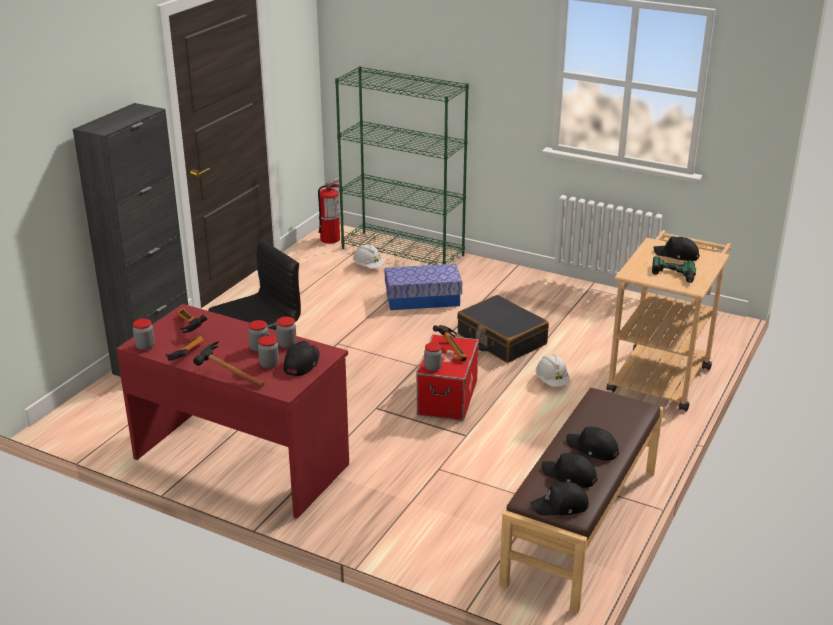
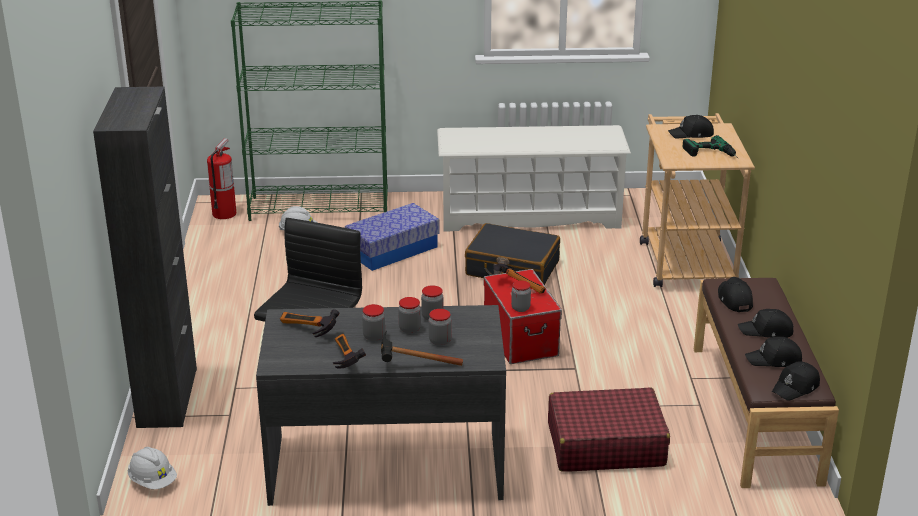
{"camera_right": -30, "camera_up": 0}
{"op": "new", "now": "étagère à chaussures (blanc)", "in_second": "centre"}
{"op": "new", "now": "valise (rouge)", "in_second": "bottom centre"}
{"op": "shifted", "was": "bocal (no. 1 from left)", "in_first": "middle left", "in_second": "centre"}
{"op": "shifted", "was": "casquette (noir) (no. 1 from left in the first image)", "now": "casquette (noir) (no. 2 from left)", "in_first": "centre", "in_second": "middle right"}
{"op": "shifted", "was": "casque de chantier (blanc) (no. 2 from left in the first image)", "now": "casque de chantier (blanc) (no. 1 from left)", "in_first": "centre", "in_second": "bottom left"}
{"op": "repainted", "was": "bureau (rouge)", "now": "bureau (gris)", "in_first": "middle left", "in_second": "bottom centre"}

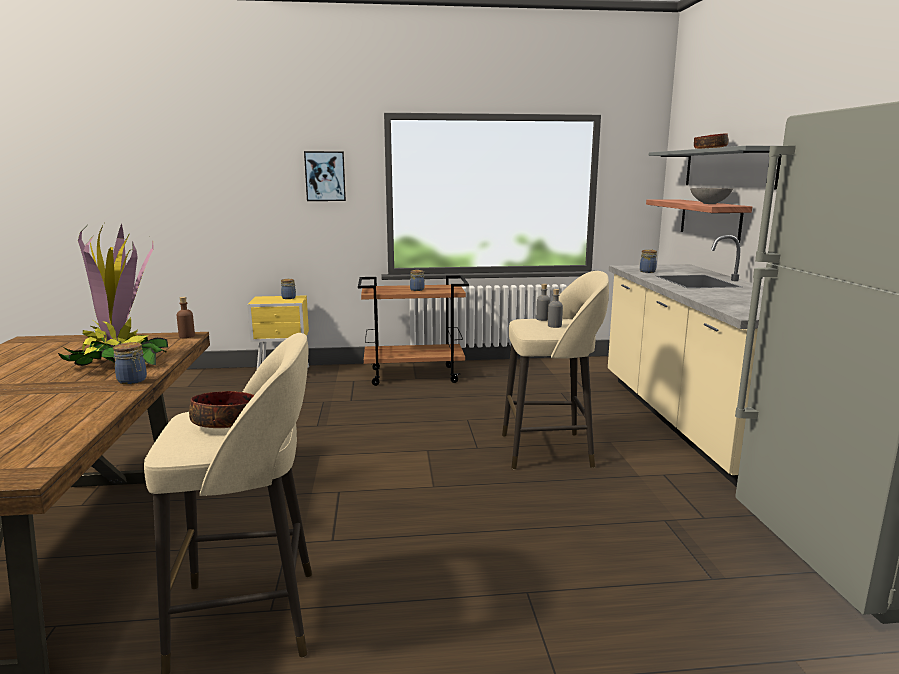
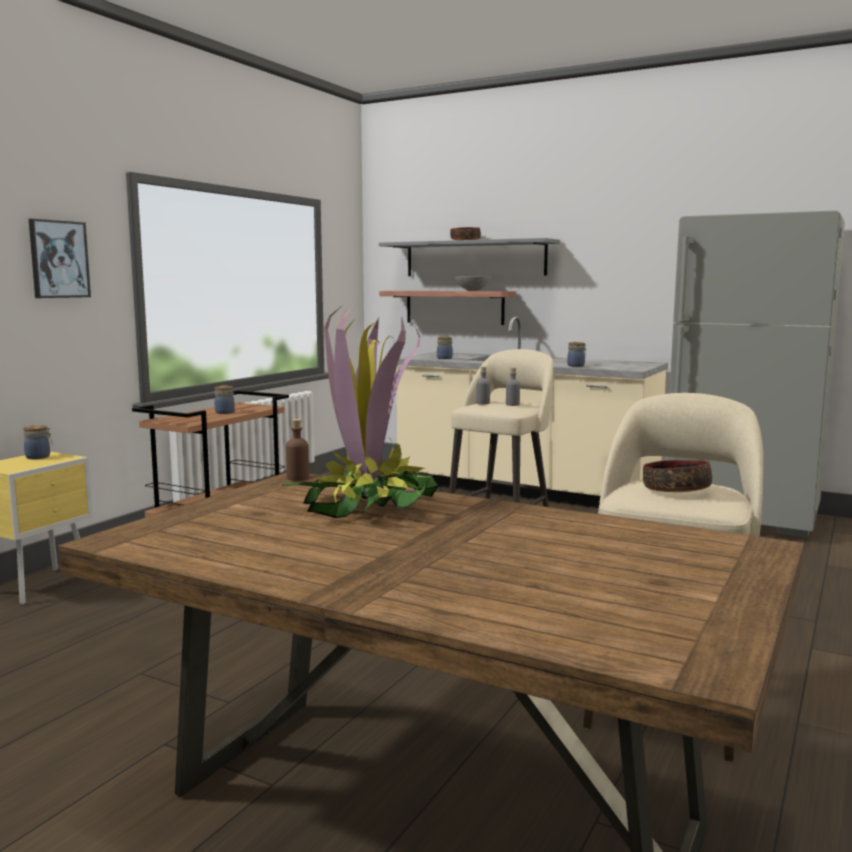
{"camera_right": -55, "camera_up": -5}
{"op": "shifted", "was": "bocal (no. 1 from left in the first image)", "now": "bocal (no. 4 from left)", "in_first": "middle left", "in_second": "middle right"}

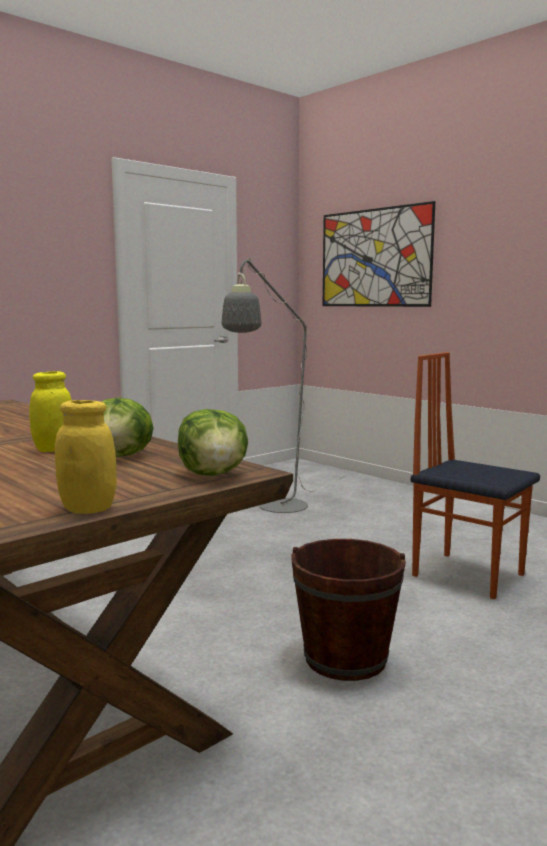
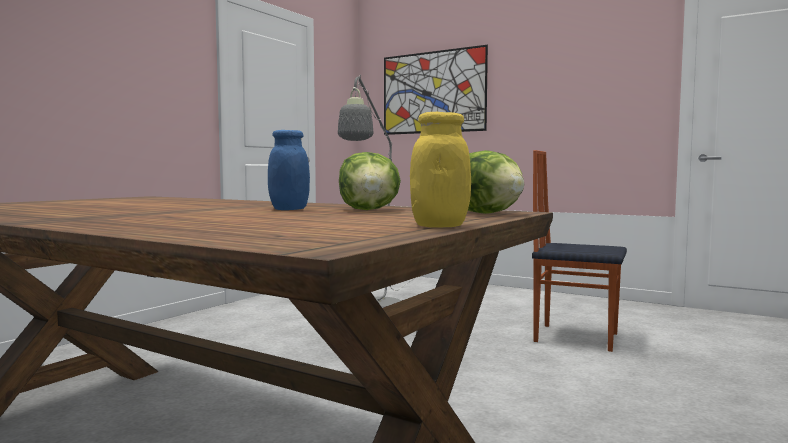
{"camera_right": -15, "camera_up": -5}
{"op": "gone", "was": "seau (marron)", "in_first": "bottom centre"}
{"op": "repainted", "was": "bocal (jaune) (no. 1 from left)", "now": "bocal (bleu)", "in_first": "middle left", "in_second": "centre"}

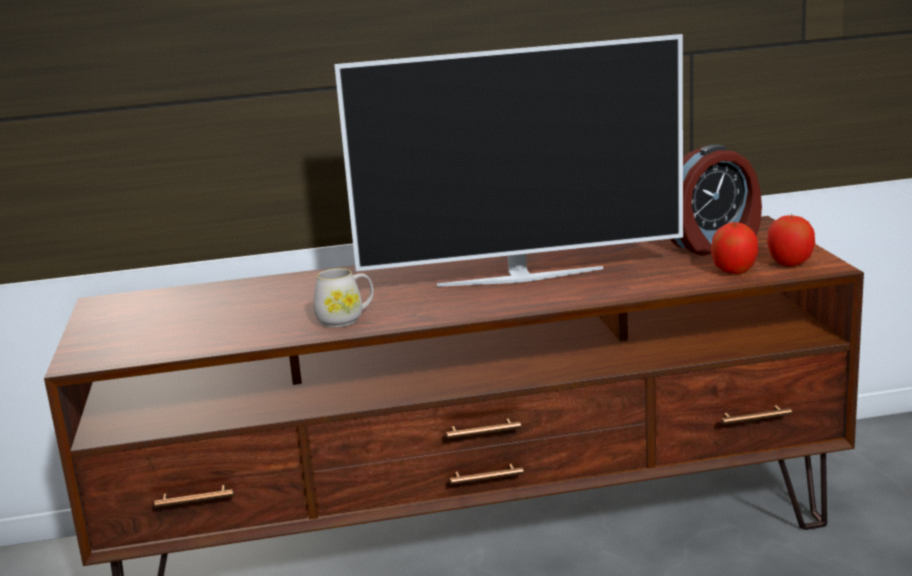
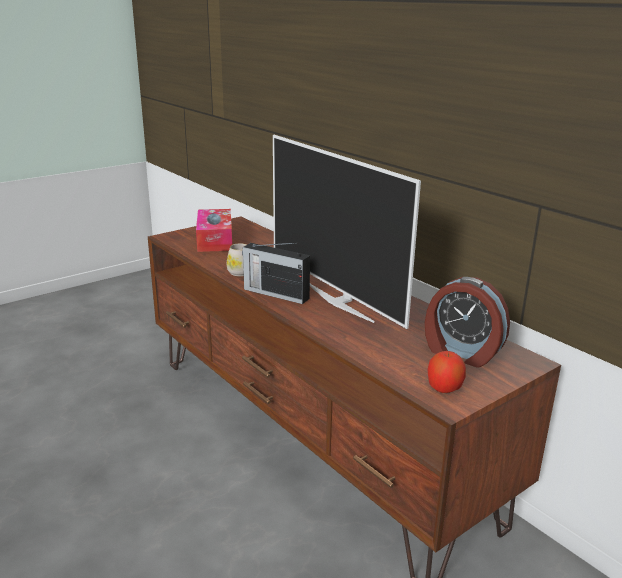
{"camera_right": 60, "camera_up": 5}
{"op": "gone", "was": "pomme (no. 1 from left)", "in_first": "middle right"}
{"op": "new", "now": "boîte à mouchoirs", "in_second": "centre"}
{"op": "new", "now": "radio", "in_second": "centre"}

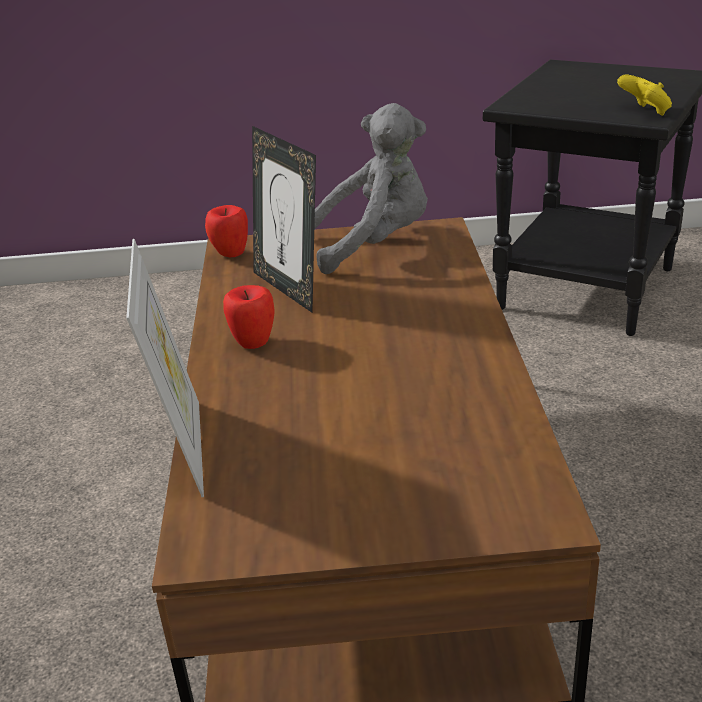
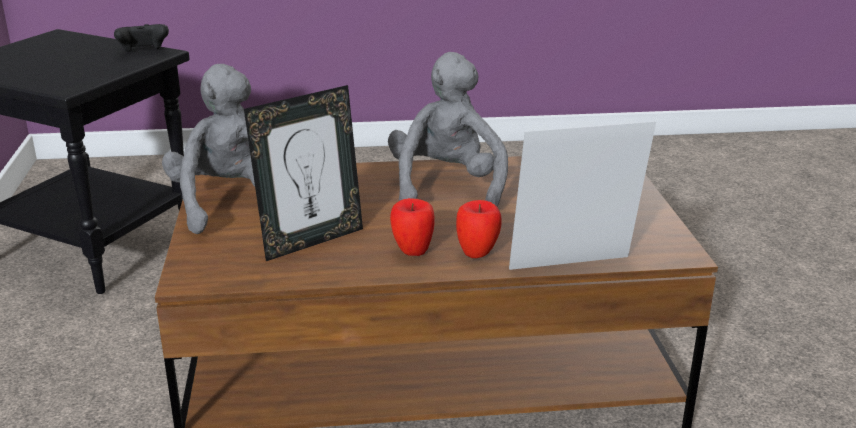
{"camera_right": -95, "camera_up": -5}
{"op": "new", "now": "peluche (gris) (no. 2 from left)", "in_second": "top centre"}
{"op": "shifted", "was": "pomme (no. 1 from left in the first image)", "now": "pomme (no. 2 from left)", "in_first": "top left", "in_second": "centre"}
{"op": "repainted", "was": "manette (jaune)", "now": "manette (noir)", "in_first": "top right", "in_second": "top left"}

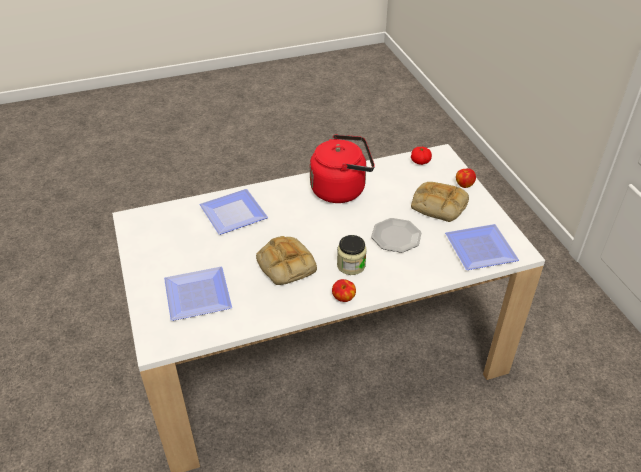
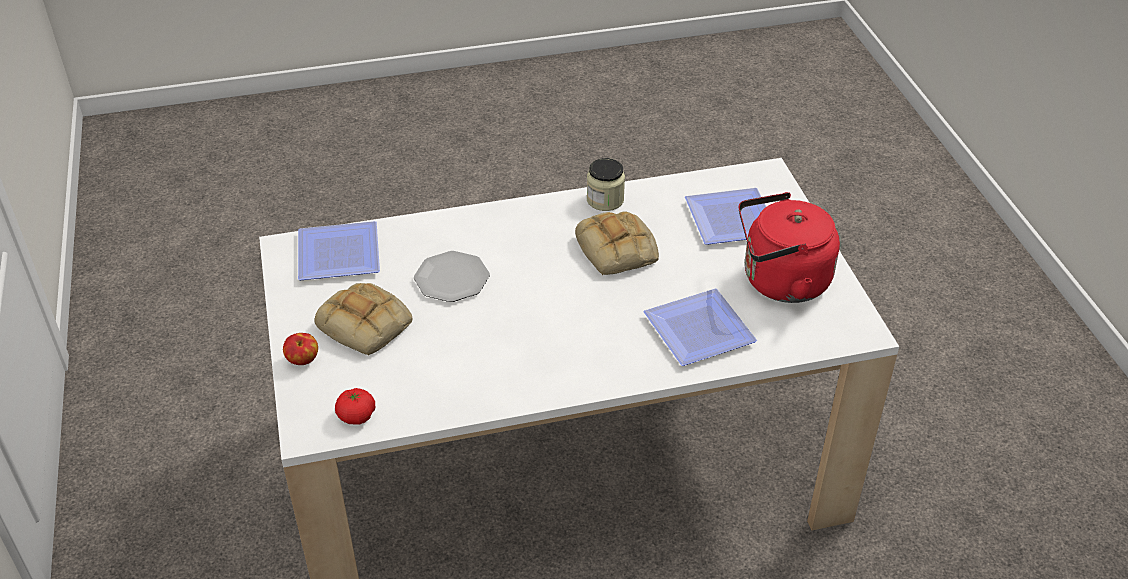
{"camera_right": -175, "camera_up": 0}
{"op": "gone", "was": "pomme (no. 1 from left)", "in_first": "centre"}
{"op": "shifted", "was": "bouilloire (rouge)", "in_first": "centre", "in_second": "middle right"}
{"op": "shifted", "was": "bocal", "in_first": "centre", "in_second": "top centre"}

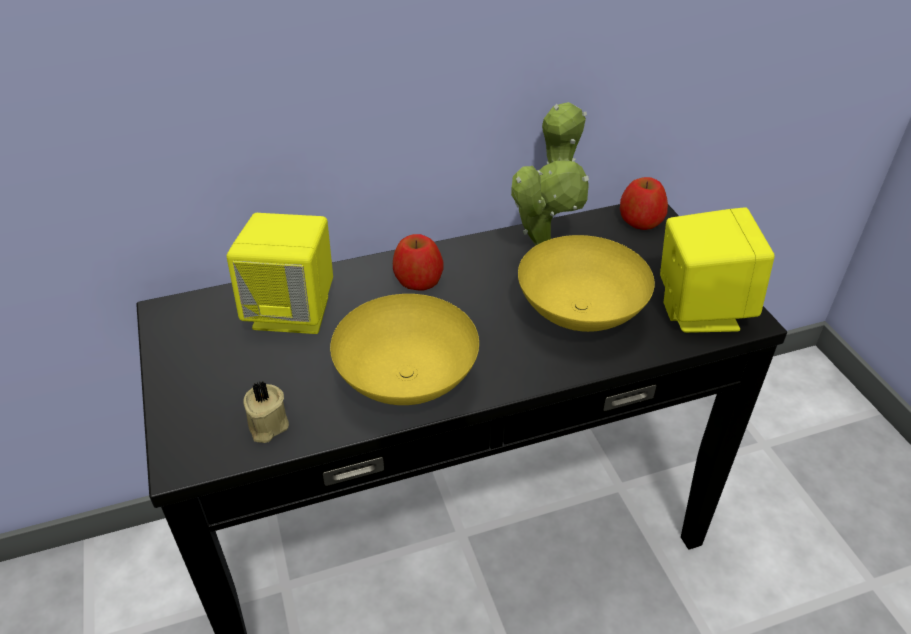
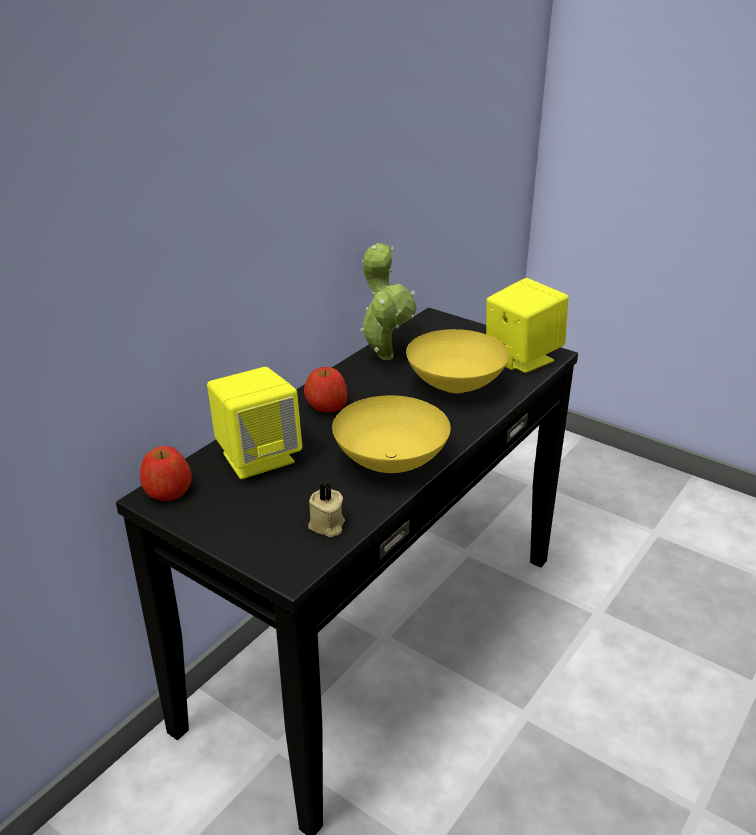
{"camera_right": -35, "camera_up": -10}
{"op": "shifted", "was": "pomme (no. 2 from left in the first image)", "now": "pomme (no. 1 from left)", "in_first": "top right", "in_second": "middle left"}

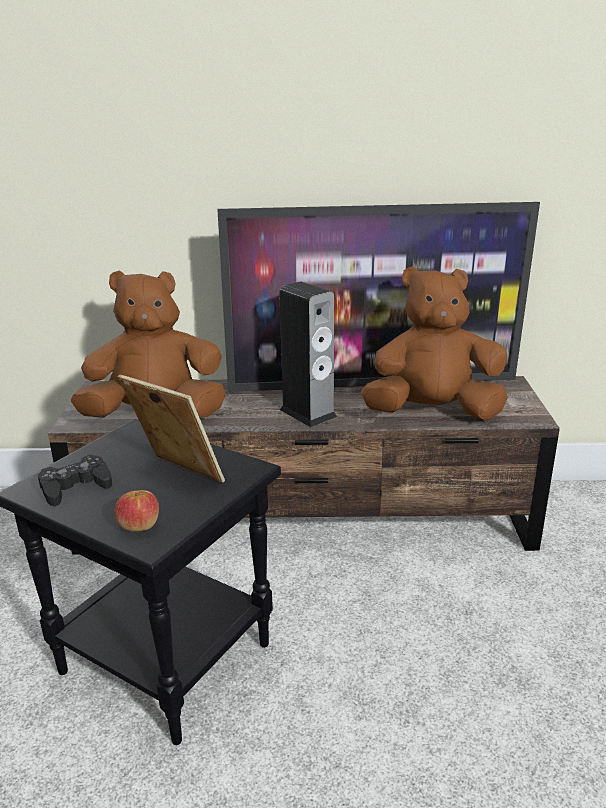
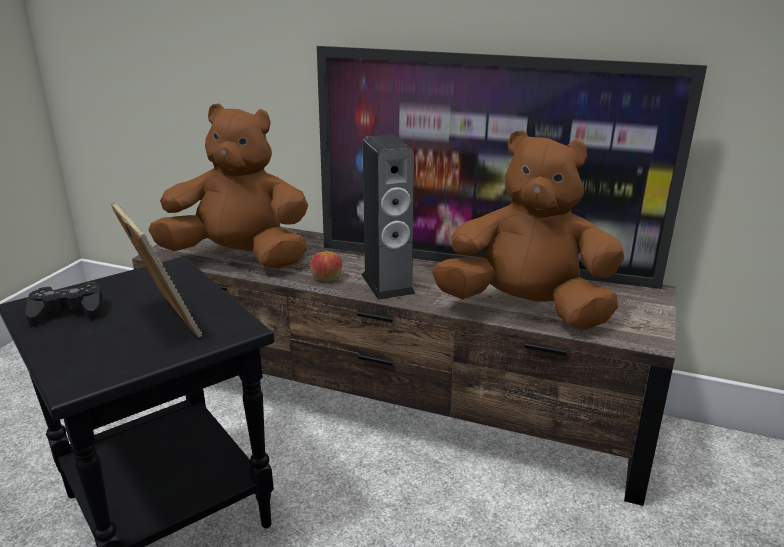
{"camera_right": 20, "camera_up": 0}
{"op": "shifted", "was": "pomme", "in_first": "middle left", "in_second": "centre"}

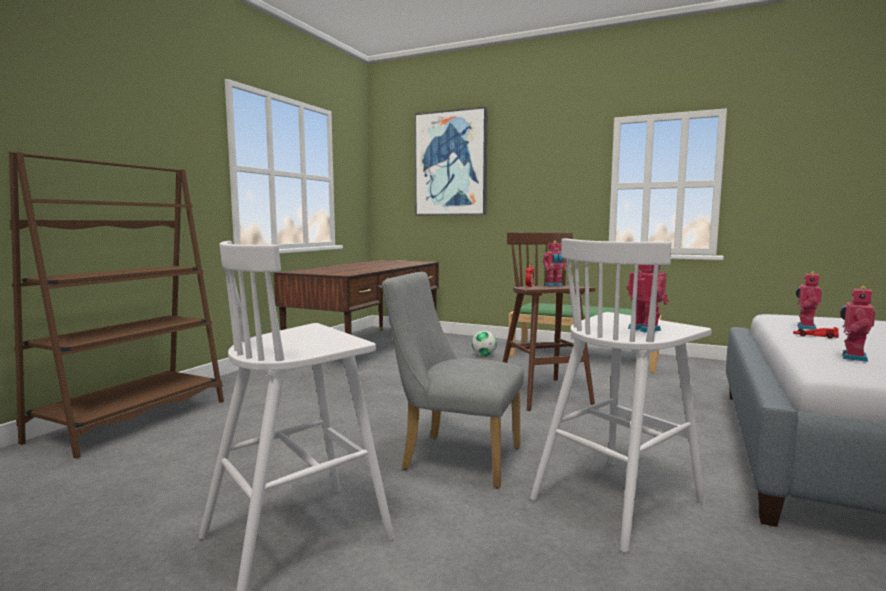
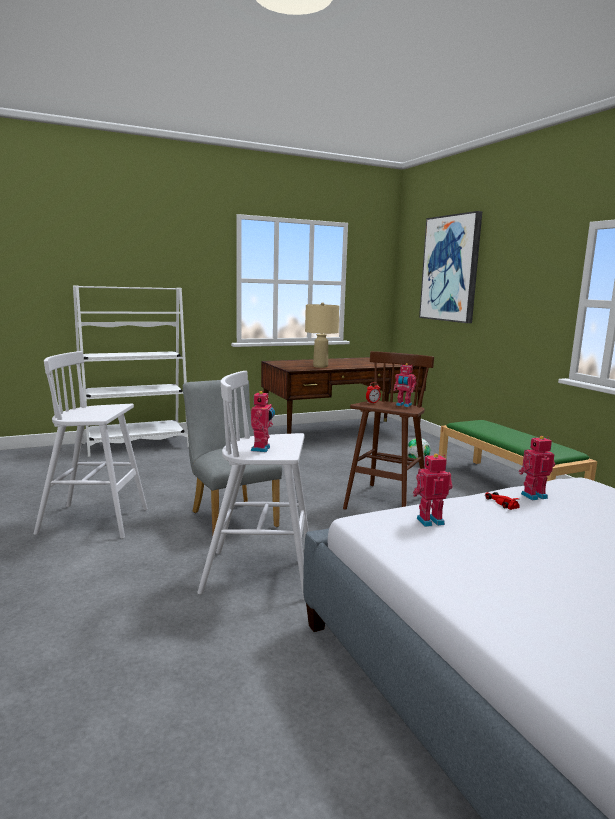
{"camera_right": 40, "camera_up": 5}
{"op": "new", "now": "lampe de table (beige)", "in_second": "centre"}
{"op": "repainted", "was": "bibliothèque (marron)", "now": "bibliothèque (blanc)", "in_first": "middle left", "in_second": "middle left"}

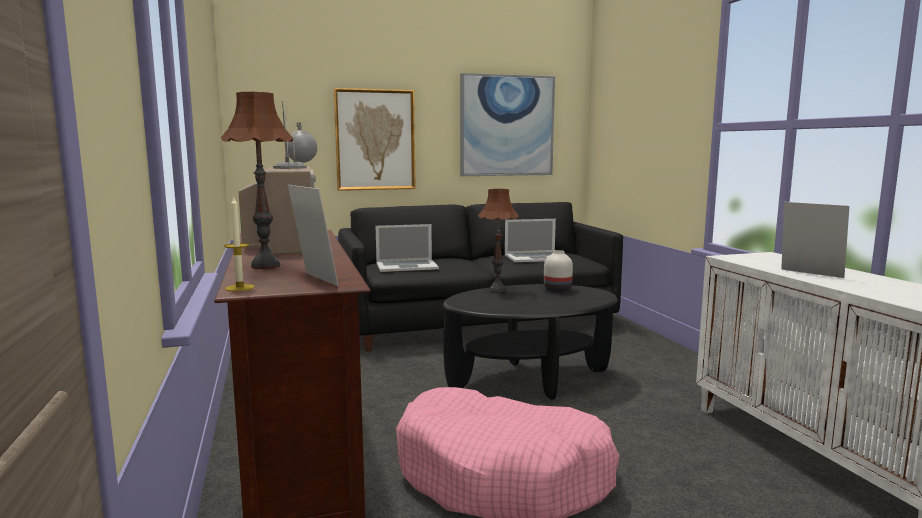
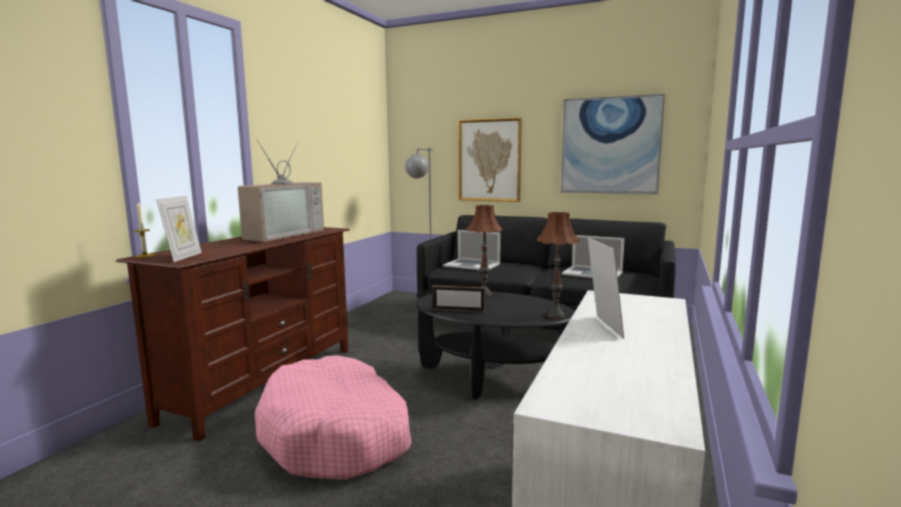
{"camera_right": 40, "camera_up": 0}
{"op": "gone", "was": "vase (blanc)", "in_first": "centre"}
{"op": "new", "now": "cadre photo (no. 2 from left)", "in_second": "centre"}
{"op": "shifted", "was": "lampe de table (marron) (no. 1 from left in the first image)", "now": "lampe de table (marron) (no. 2 from left)", "in_first": "middle left", "in_second": "centre"}

